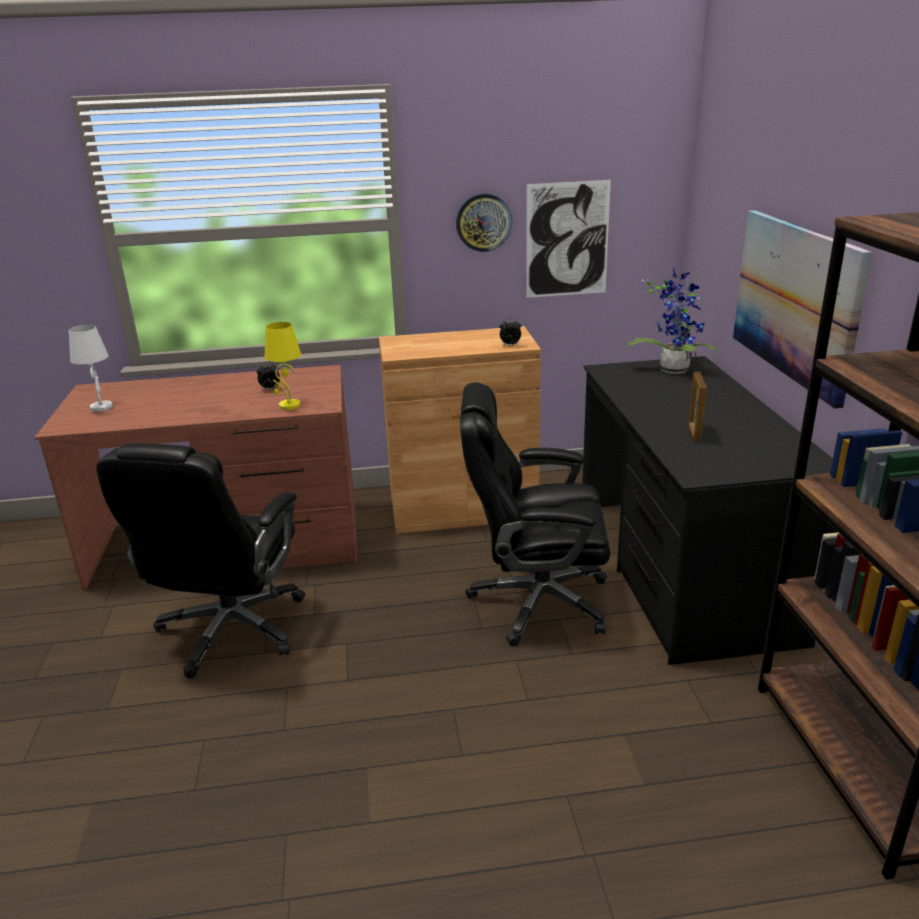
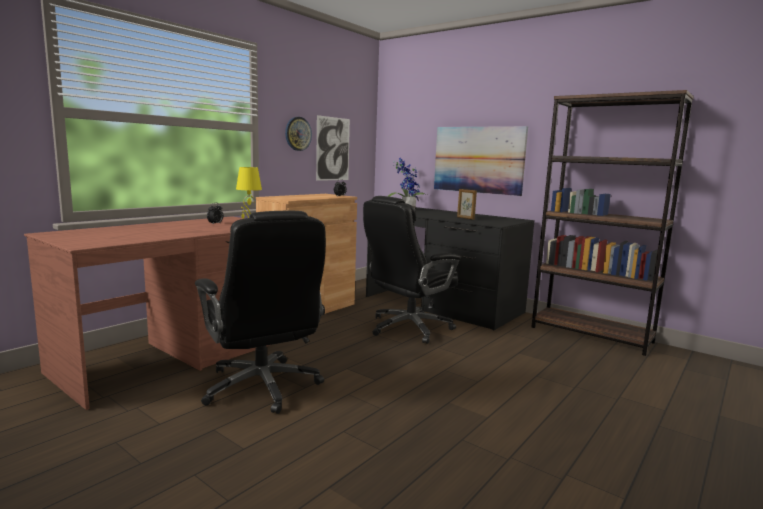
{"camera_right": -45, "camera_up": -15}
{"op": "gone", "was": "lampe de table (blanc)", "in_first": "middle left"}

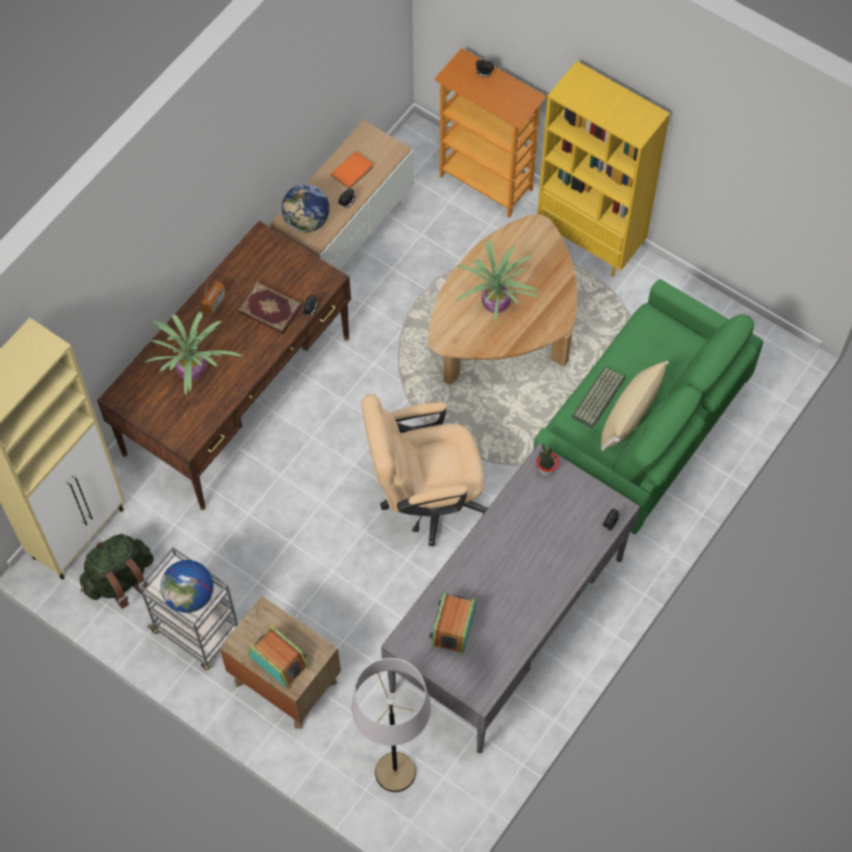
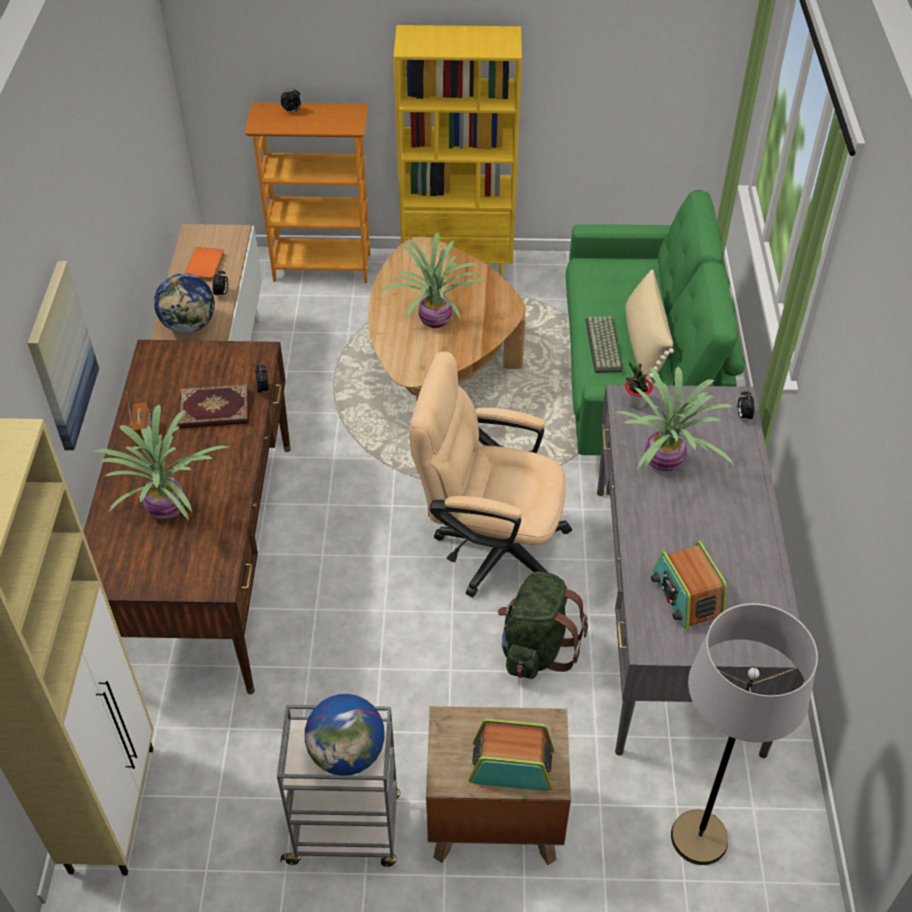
{"camera_right": -35, "camera_up": -15}
{"op": "new", "now": "tableau", "in_second": "middle left"}
{"op": "new", "now": "plante en pot (no. 4 from left)", "in_second": "middle right"}
{"op": "shifted", "was": "sac à dos (vert)", "in_first": "bottom left", "in_second": "bottom centre"}
{"op": "rotated", "was": "chaise de bureau (beige)", "in_first": "centre", "in_second": "centre", "clockwise": 60}

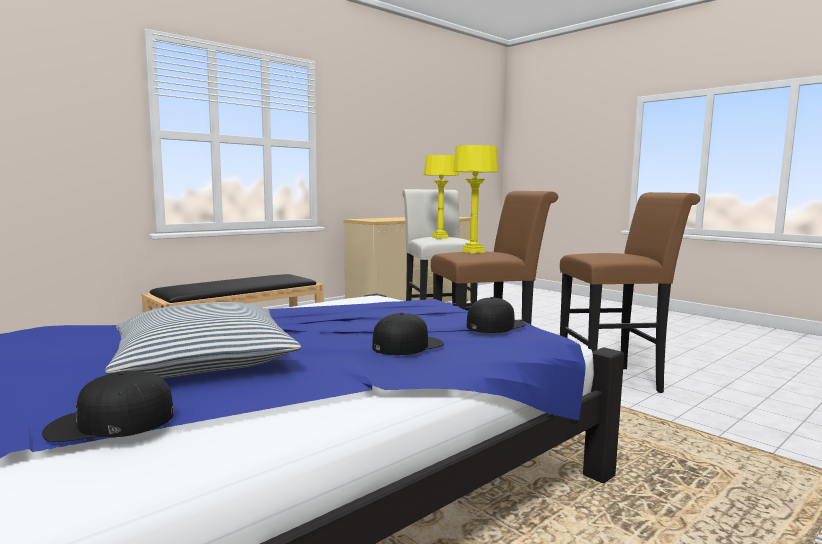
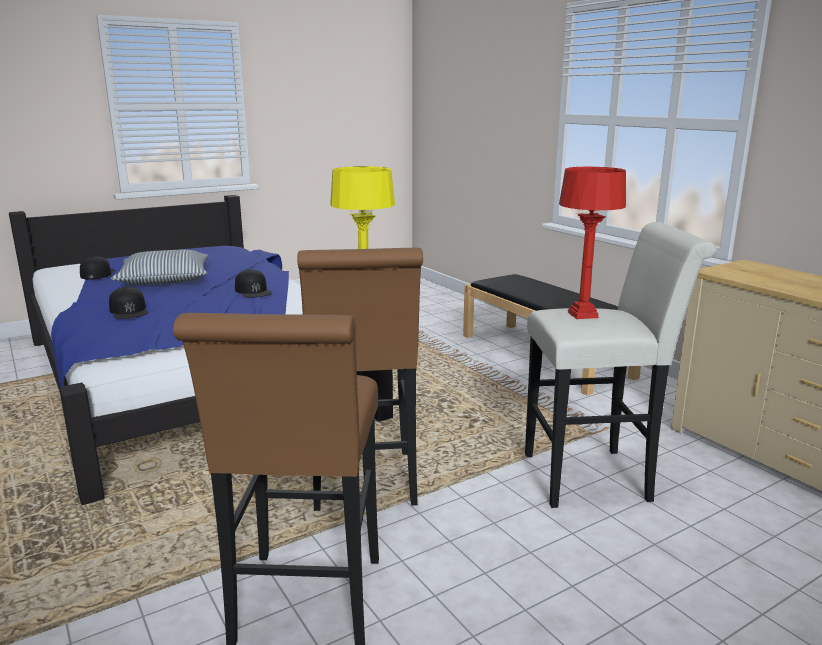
{"camera_right": 100, "camera_up": 10}
{"op": "shifted", "was": "casquette (noir) (no. 3 from left)", "in_first": "centre", "in_second": "middle left"}
{"op": "repainted", "was": "lampe de table (jaune) (no. 1 from left)", "now": "lampe de table (rouge)", "in_first": "centre", "in_second": "middle right"}

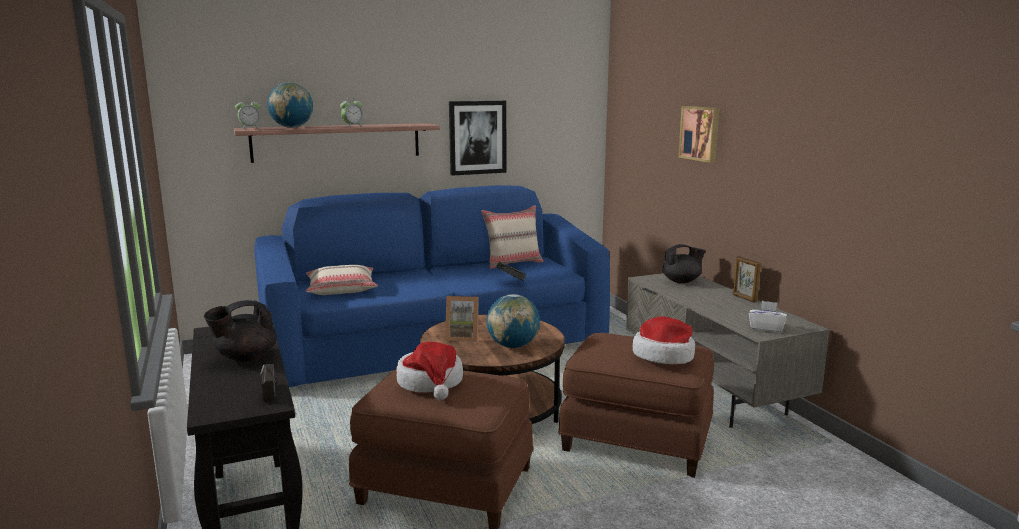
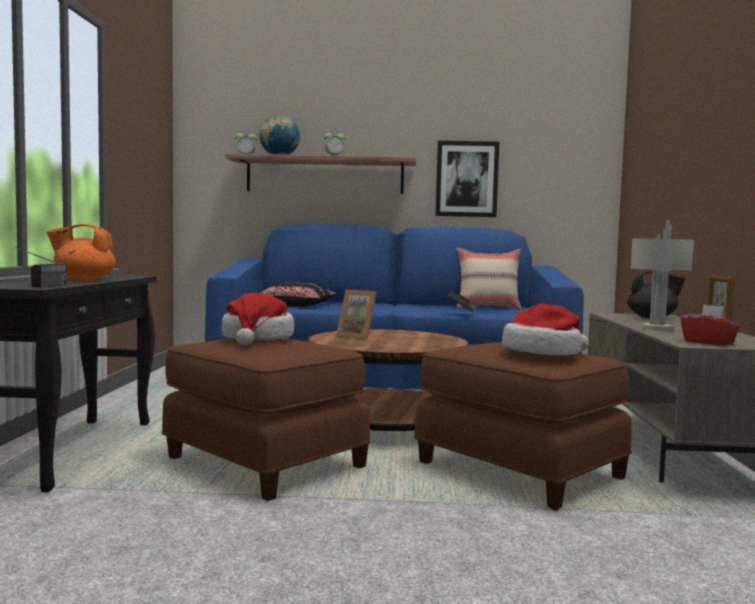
{"camera_right": 25, "camera_up": -10}
{"op": "gone", "was": "globe (no. 2 from left)", "in_first": "centre"}
{"op": "gone", "was": "tableau (no. 2 from left)", "in_first": "top right"}
{"op": "new", "now": "lampe de table (gris)", "in_second": "middle right"}
{"op": "repainted", "was": "théière (noir) (no. 1 from left)", "now": "théière (orange)", "in_first": "middle left", "in_second": "middle left"}
{"op": "repainted", "was": "coussin (beige) (no. 1 from left)", "now": "coussin (noir)", "in_first": "centre", "in_second": "centre"}
{"op": "repainted", "was": "boîte à mouchoirs (blanc)", "now": "boîte à mouchoirs (rouge)", "in_first": "middle right", "in_second": "middle right"}

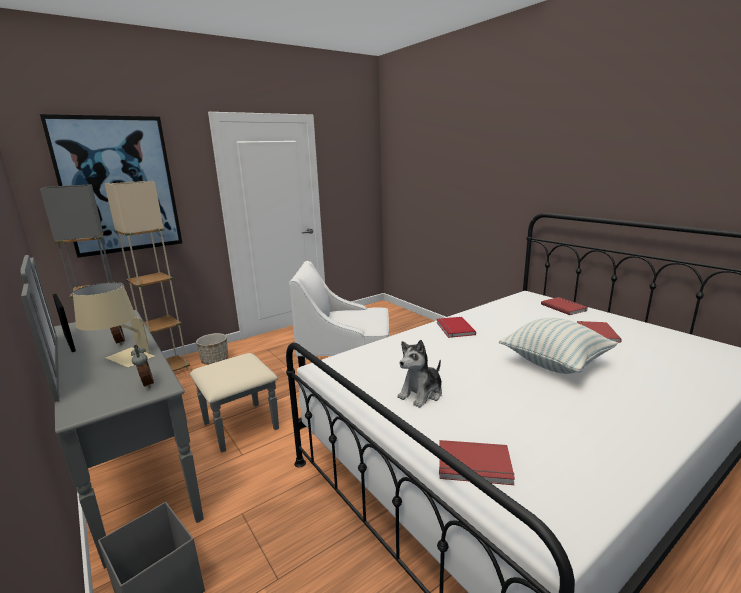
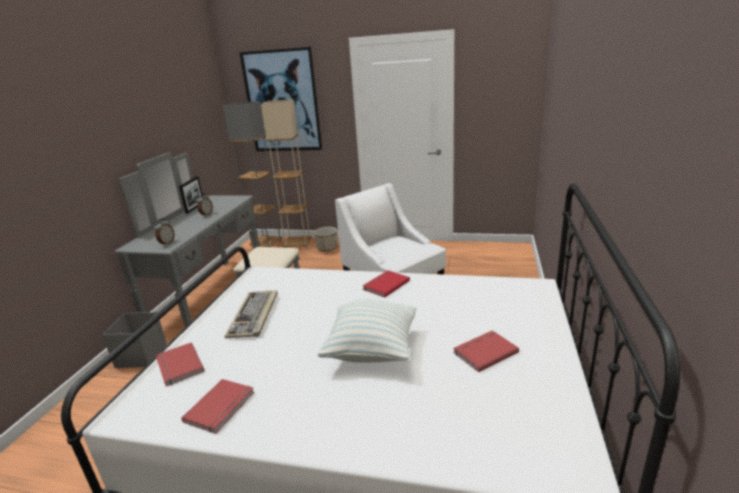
{"camera_right": 50, "camera_up": 5}
{"op": "gone", "was": "lampe de table (beige)", "in_first": "middle left"}
{"op": "shifted", "was": "livre (rouge) (no. 3 from left in the first image)", "now": "livre (rouge) (no. 2 from left)", "in_first": "middle right", "in_second": "bottom left"}
{"op": "swapped", "was": "peluche", "now": "clavier", "in_first": "centre", "in_second": "centre"}

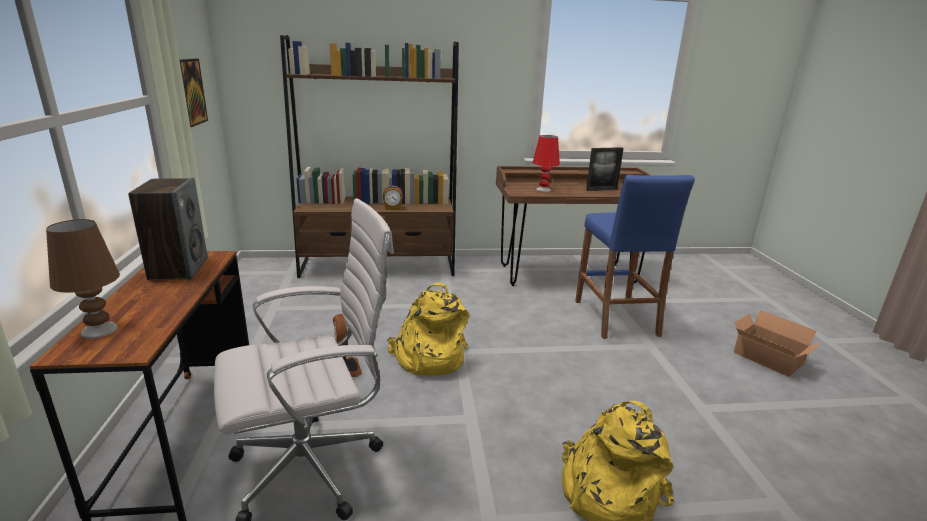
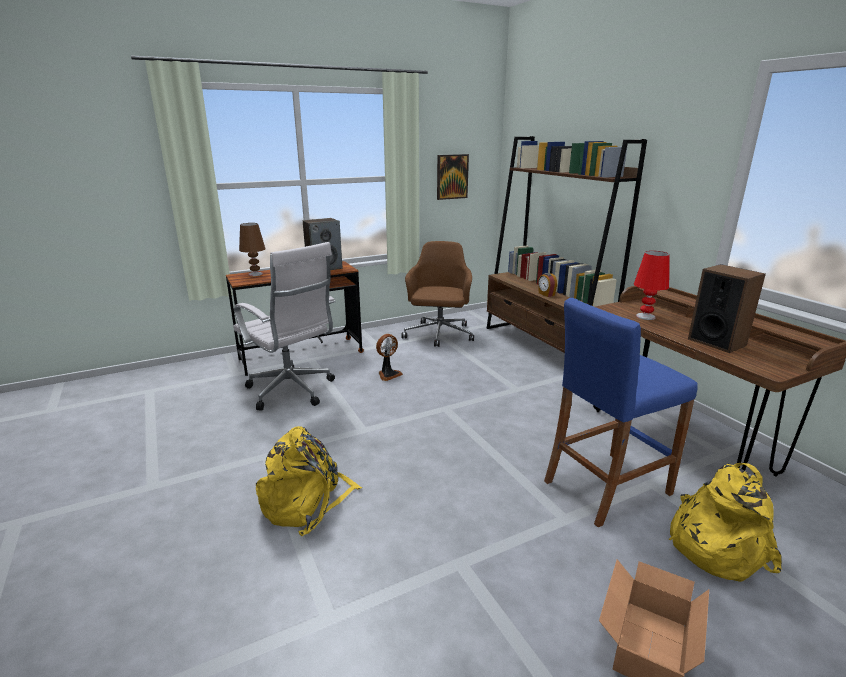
{"camera_right": 70, "camera_up": 0}
{"op": "new", "now": "chaise de bureau (marron)", "in_second": "centre"}
{"op": "shifted", "was": "sac à dos (jaune) (no. 1 from left in the first image)", "now": "sac à dos (jaune) (no. 2 from left)", "in_first": "centre", "in_second": "bottom right"}
{"op": "swapped", "was": "cadre photo", "now": "enceinte (no. 2 from left)", "in_first": "top centre", "in_second": "middle right"}

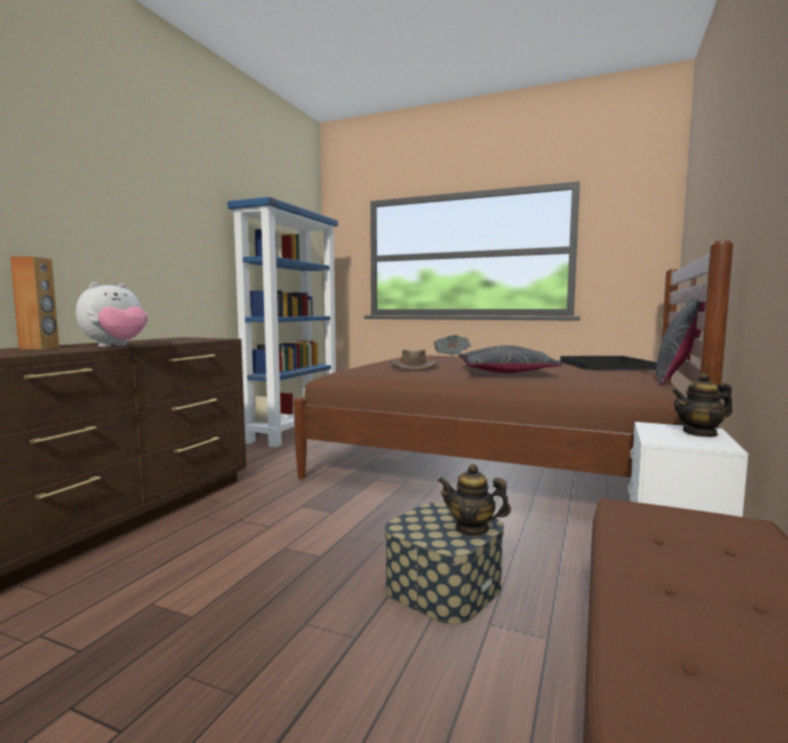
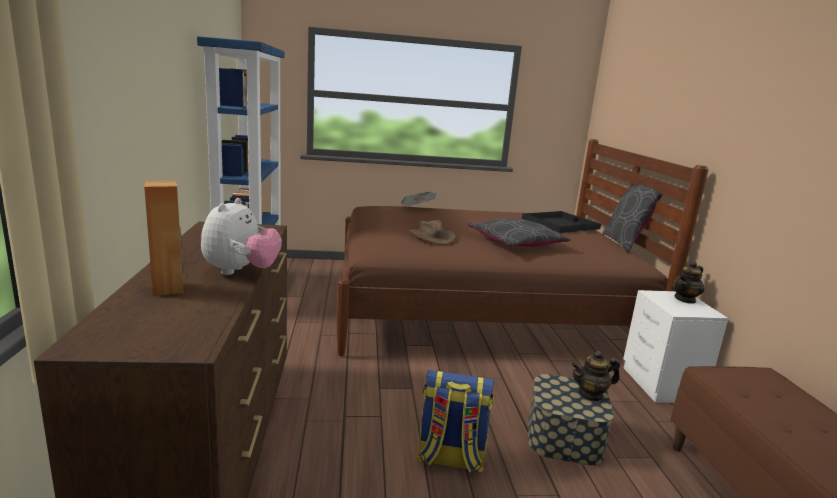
{"camera_right": -30, "camera_up": 10}
{"op": "new", "now": "sac à dos", "in_second": "bottom centre"}

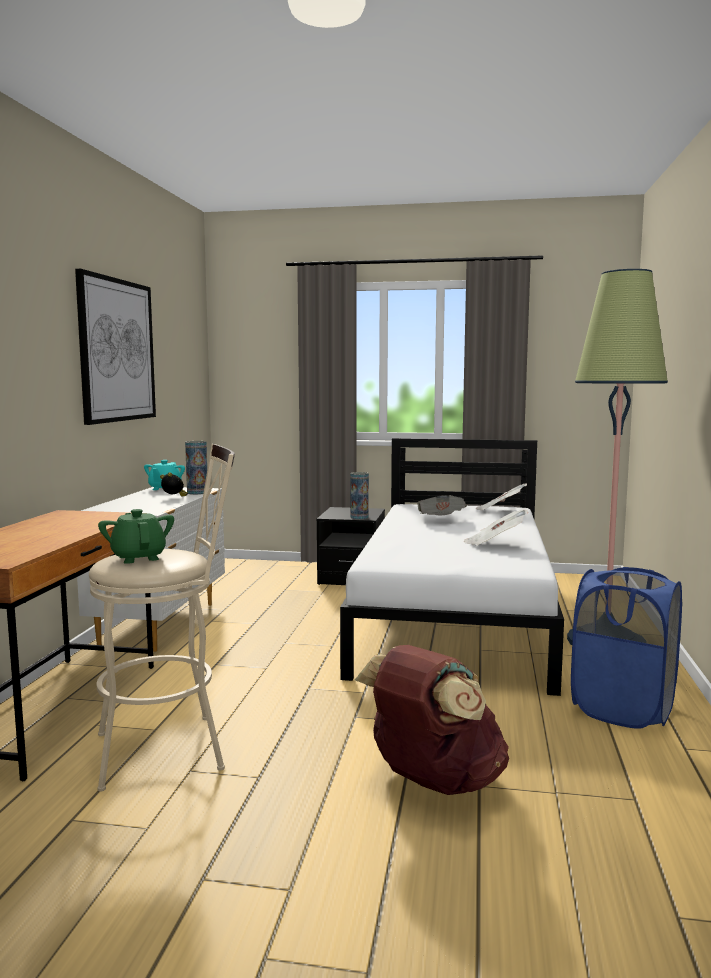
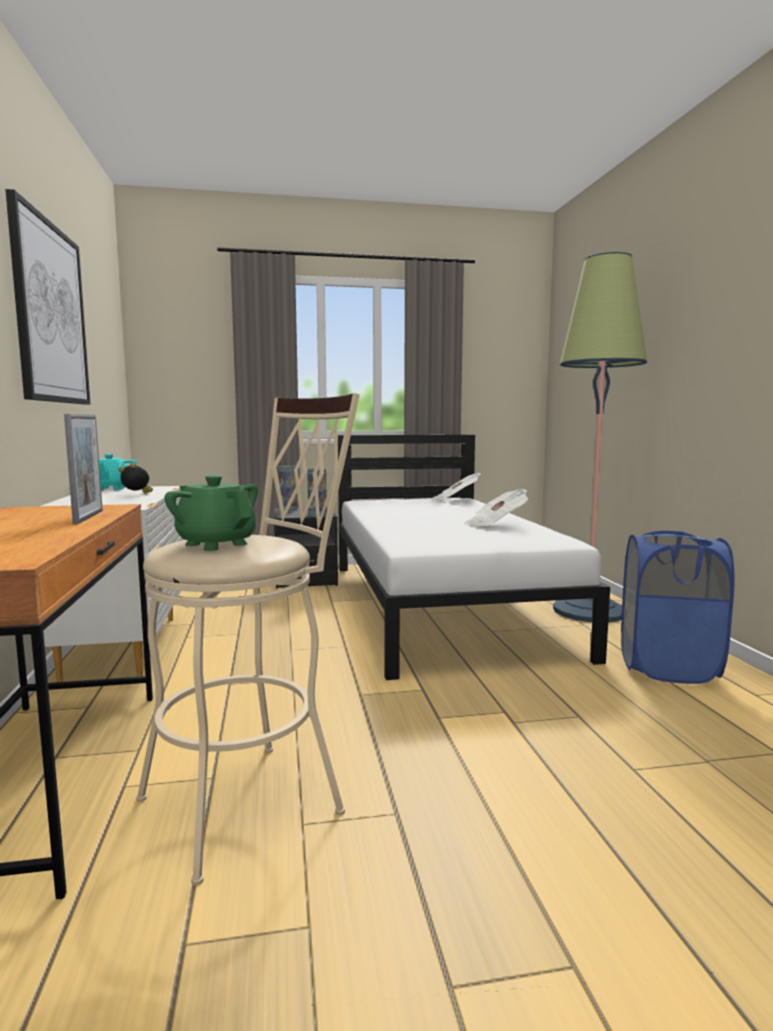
{"camera_right": -20, "camera_up": 0}
{"op": "gone", "was": "sac à dos (marron)", "in_first": "bottom centre"}
{"op": "gone", "was": "journal (no. 1 from left)", "in_first": "centre"}
{"op": "new", "now": "cadre photo", "in_second": "middle left"}
{"op": "shifted", "was": "vase (no. 1 from left)", "in_first": "middle left", "in_second": "centre"}

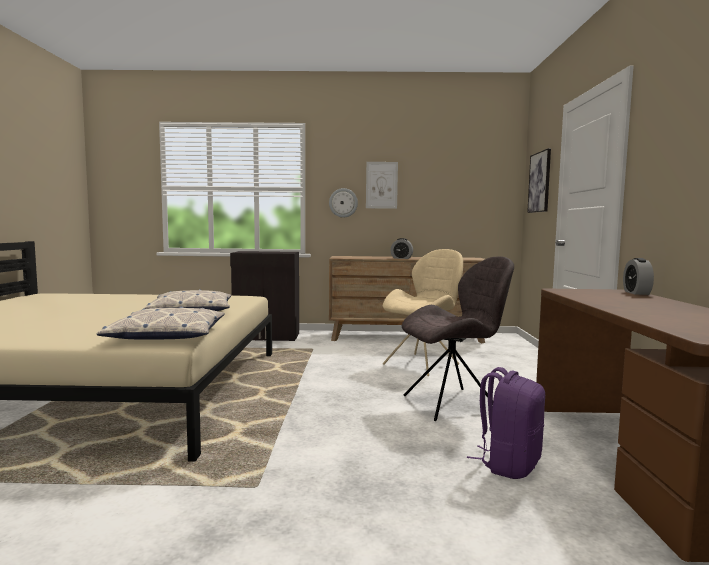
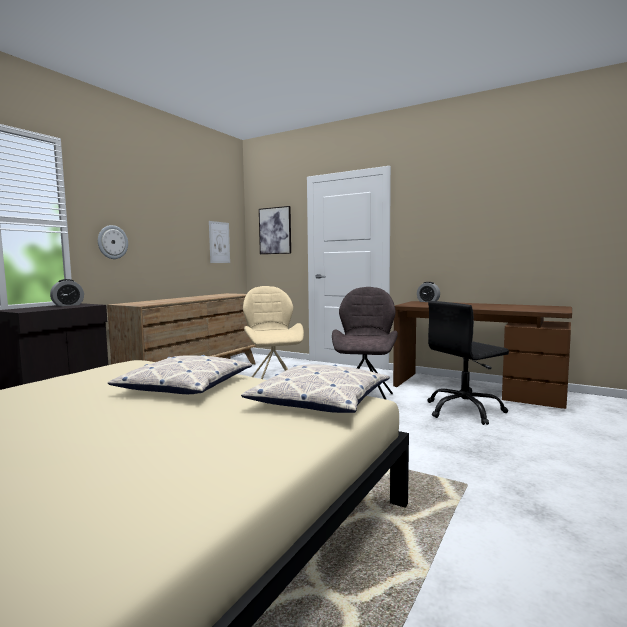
{"camera_right": -60, "camera_up": 0}
{"op": "shifted", "was": "tableau (no. 1 from left)", "in_first": "top centre", "in_second": "centre"}
{"op": "shifted", "was": "réveil (no. 1 from left)", "in_first": "centre", "in_second": "middle left"}
{"op": "swapped", "was": "sac à dos (violet)", "now": "chaise de bureau (noir)", "in_first": "bottom right", "in_second": "middle right"}

